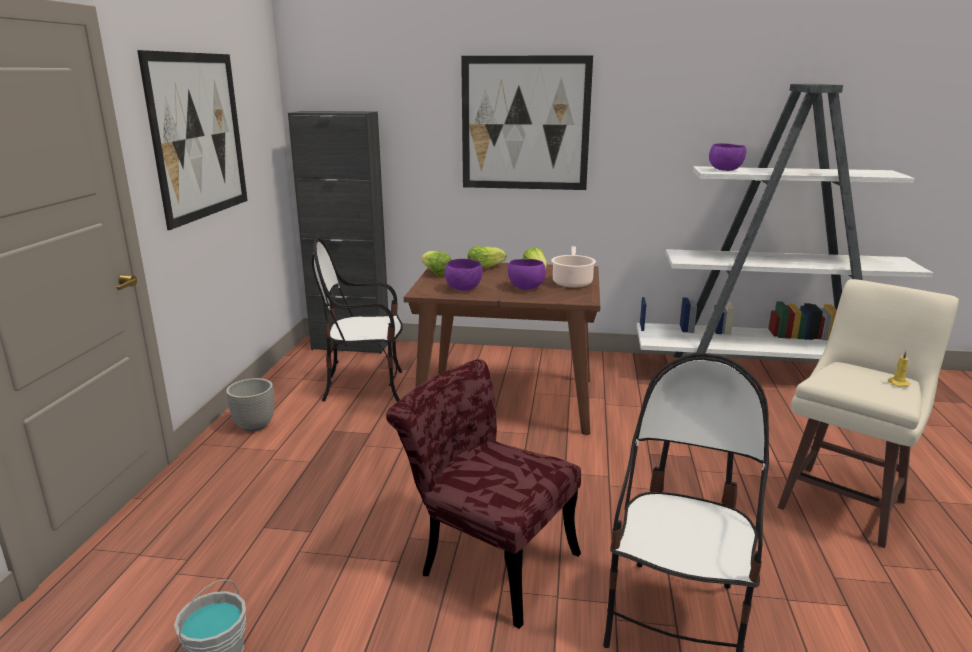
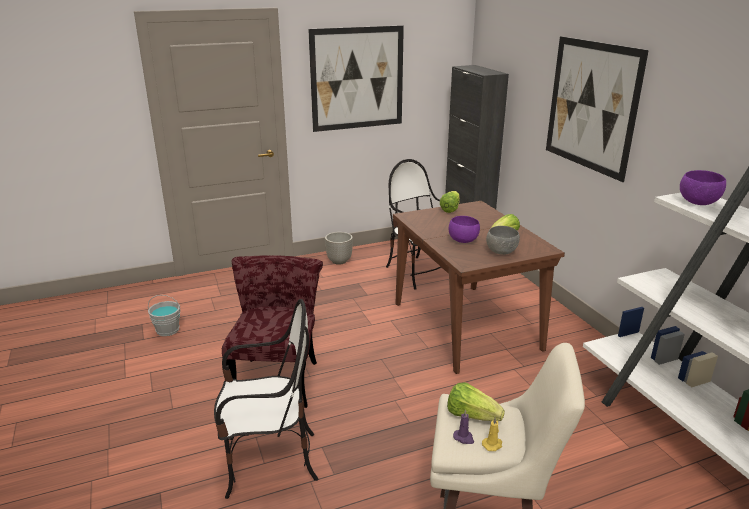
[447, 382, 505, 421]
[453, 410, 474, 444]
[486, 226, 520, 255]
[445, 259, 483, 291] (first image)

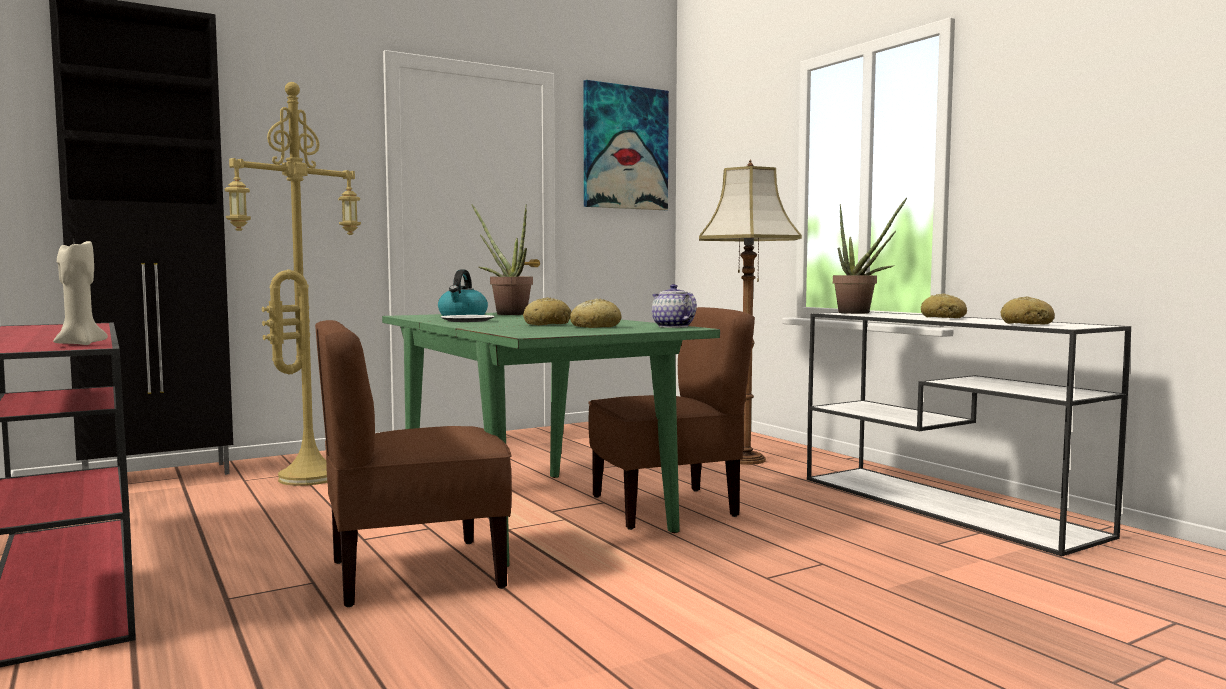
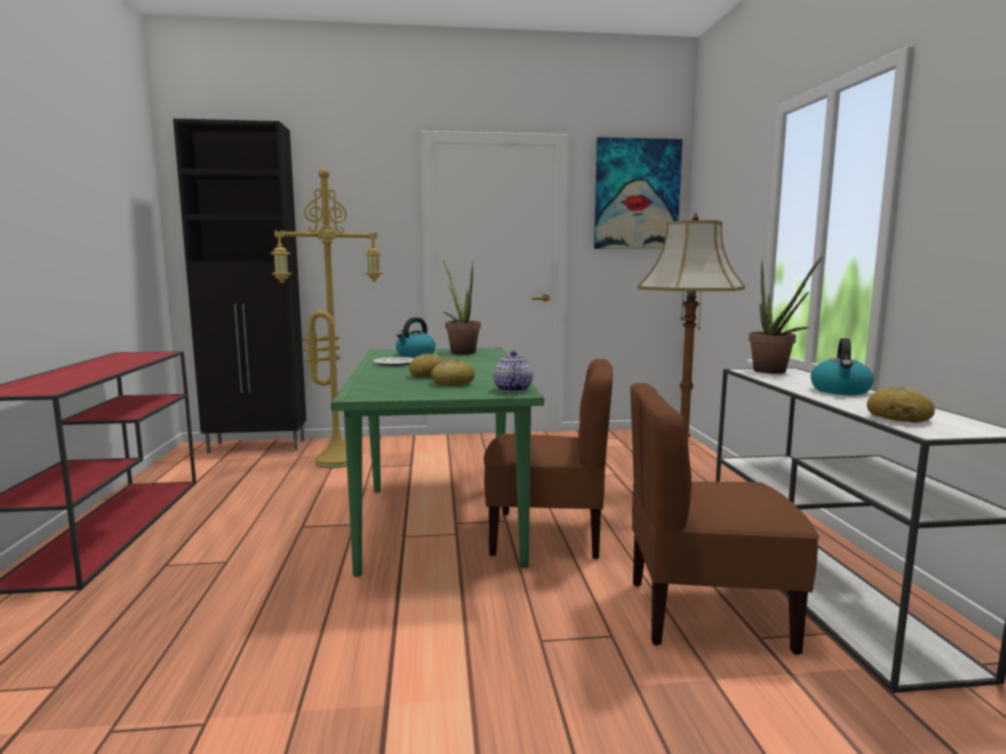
[630, 383, 819, 655]
[811, 338, 874, 395]
[53, 241, 108, 345] (first image)

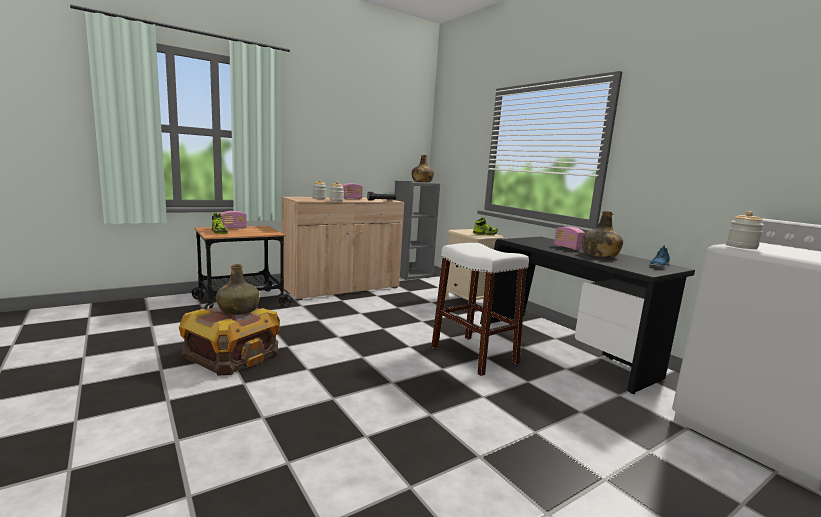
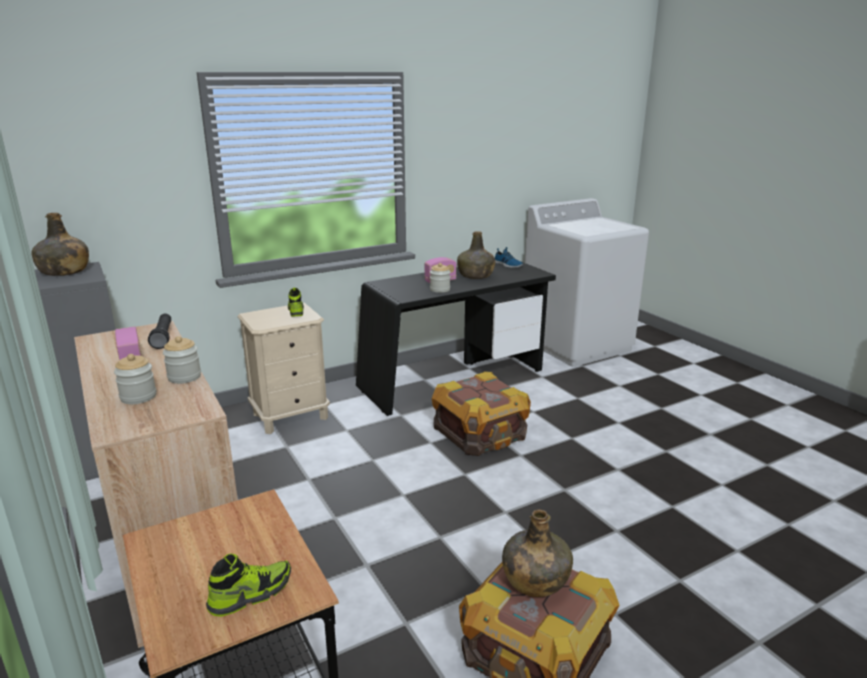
[430, 263, 450, 293]
[432, 371, 531, 456]
[220, 211, 247, 229] (first image)

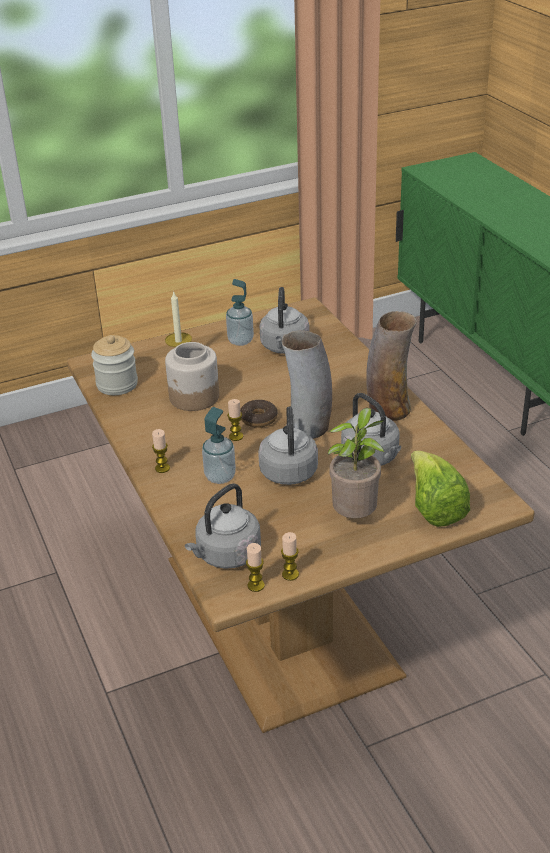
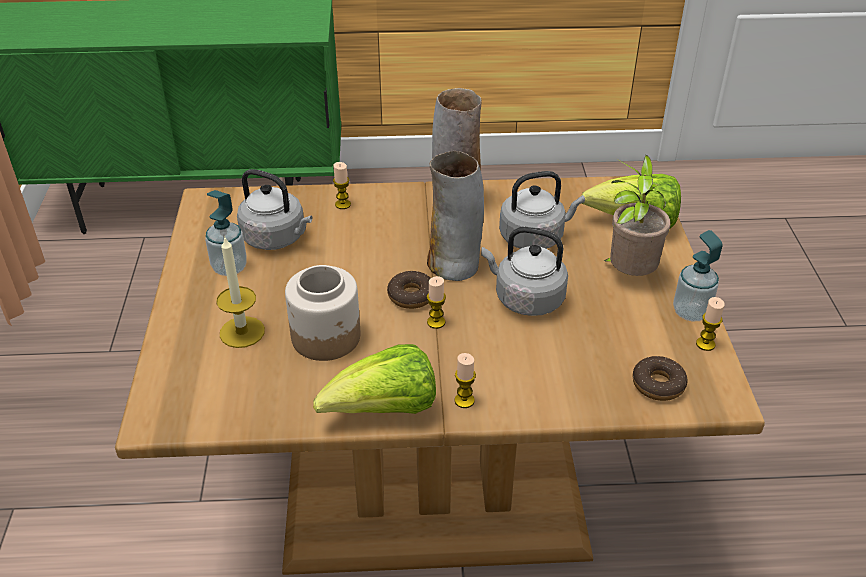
[313, 344, 436, 414]
[333, 162, 351, 209]
[632, 356, 687, 401]
[673, 230, 723, 321]
[91, 335, 138, 395] (first image)

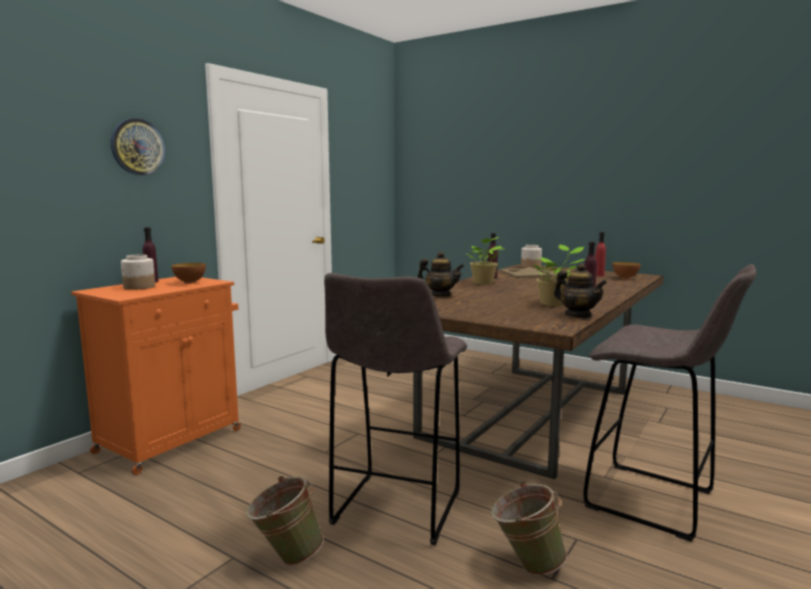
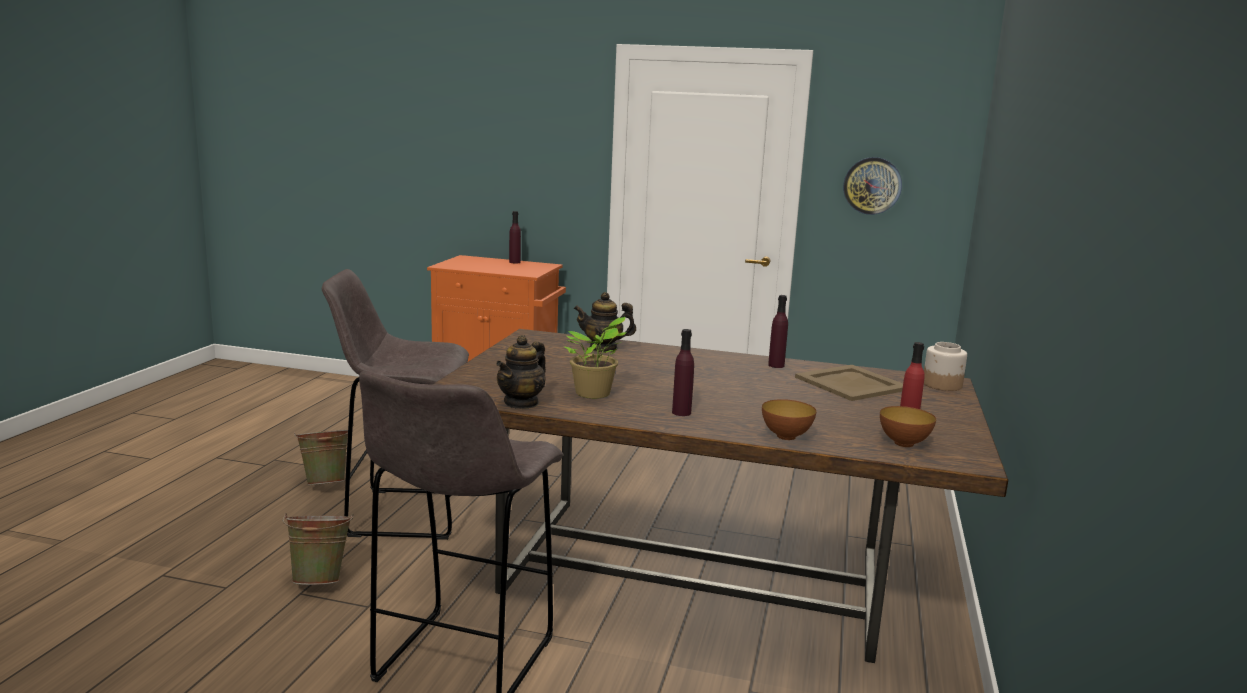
[574, 292, 636, 352]
[762, 399, 816, 440]
[843, 157, 902, 215]
[121, 254, 155, 290] (first image)
[467, 237, 505, 284] (first image)

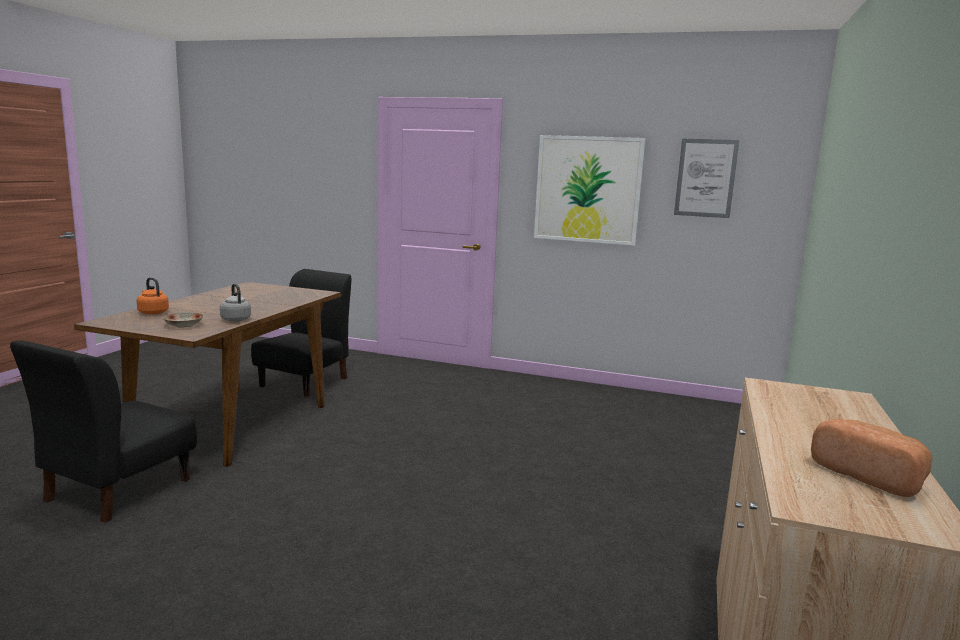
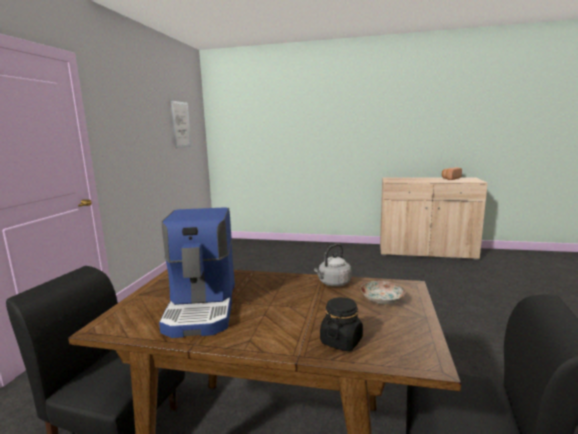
[159, 207, 235, 338]
[320, 297, 363, 351]
[534, 135, 646, 246] (first image)

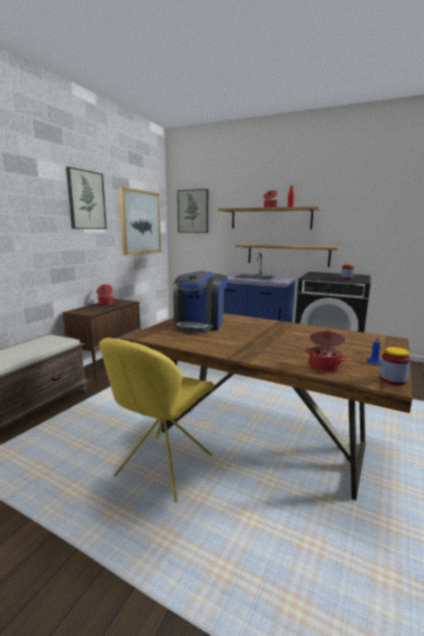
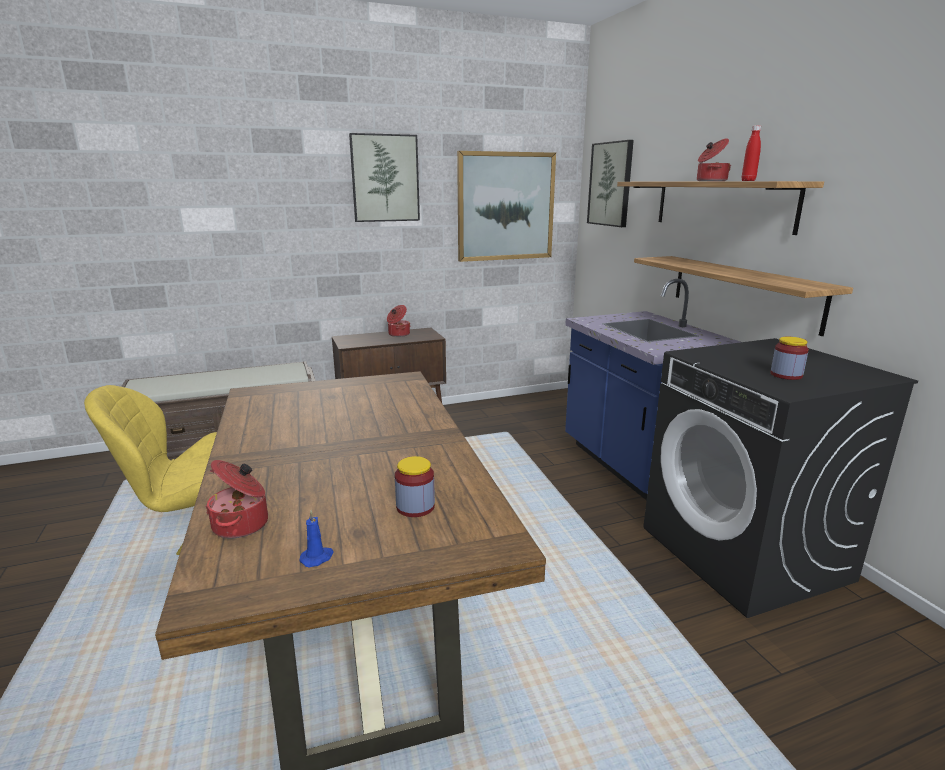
[395, 456, 435, 517]
[173, 271, 227, 333] (first image)

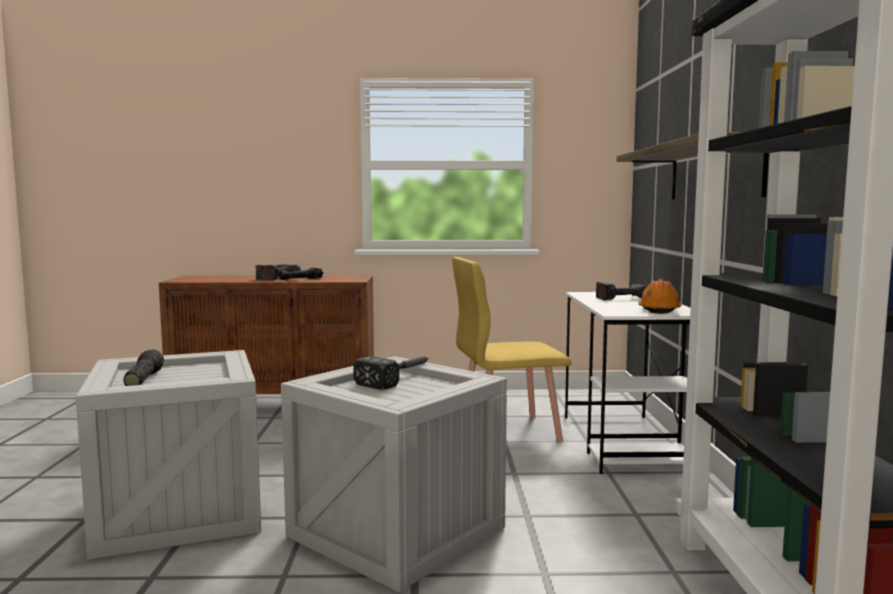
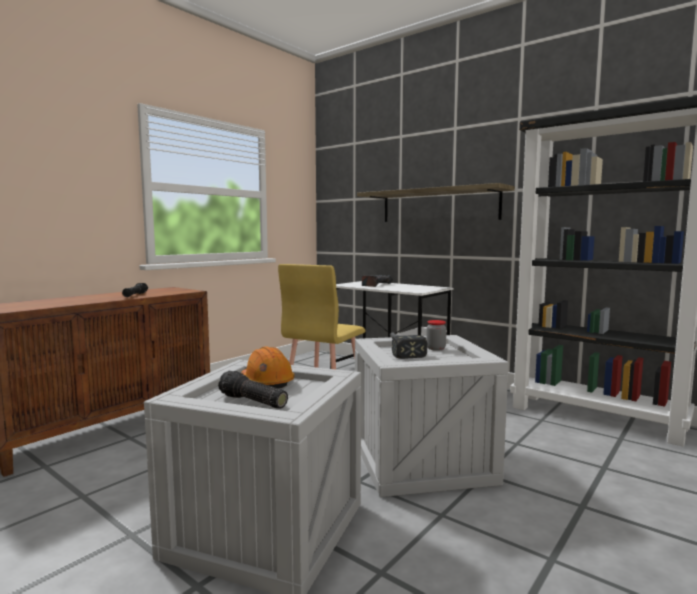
[241, 346, 295, 388]
[426, 320, 446, 351]
[256, 264, 301, 280] (first image)

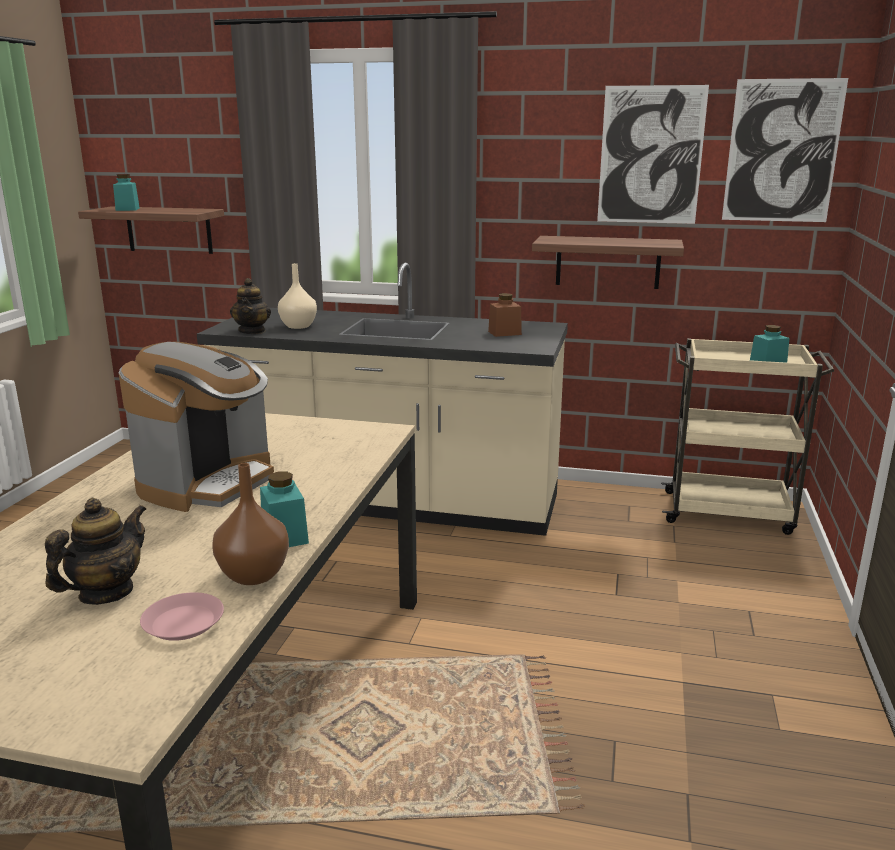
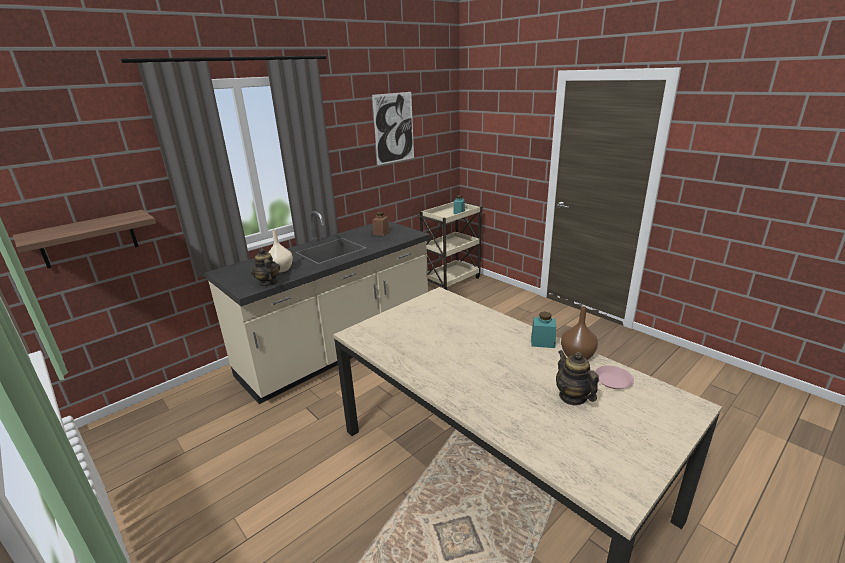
[251, 248, 280, 287]
[113, 174, 140, 211] (first image)
[119, 342, 274, 512] (first image)
[532, 236, 684, 289] (first image)
[722, 78, 848, 222] (first image)

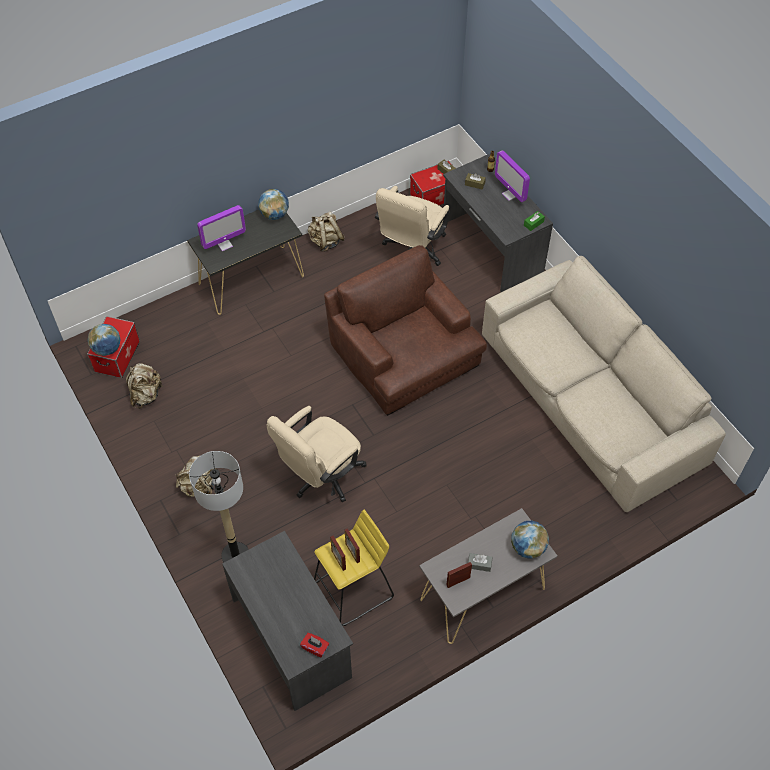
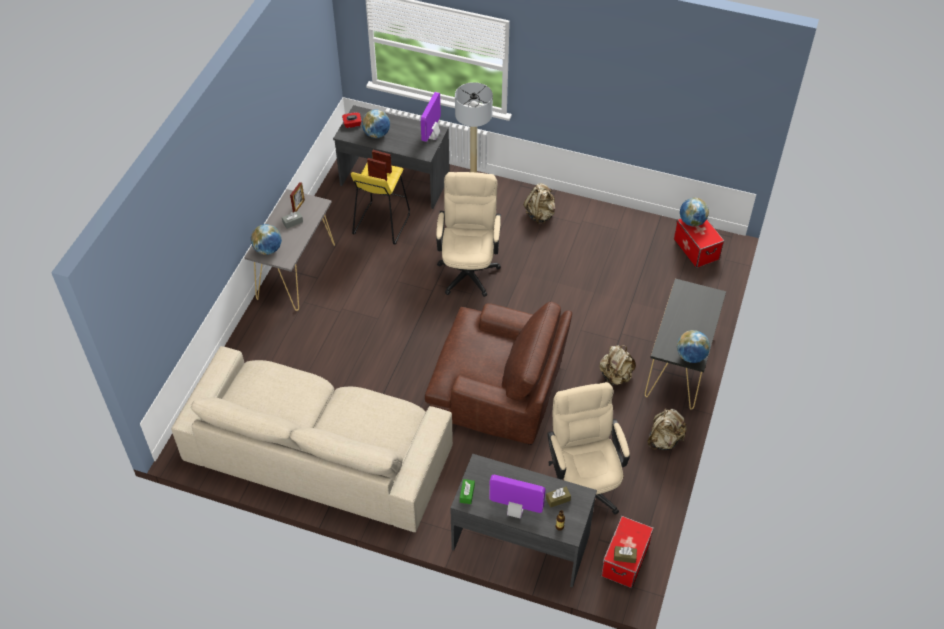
[362, 109, 390, 138]
[421, 92, 441, 142]
[599, 345, 635, 386]

